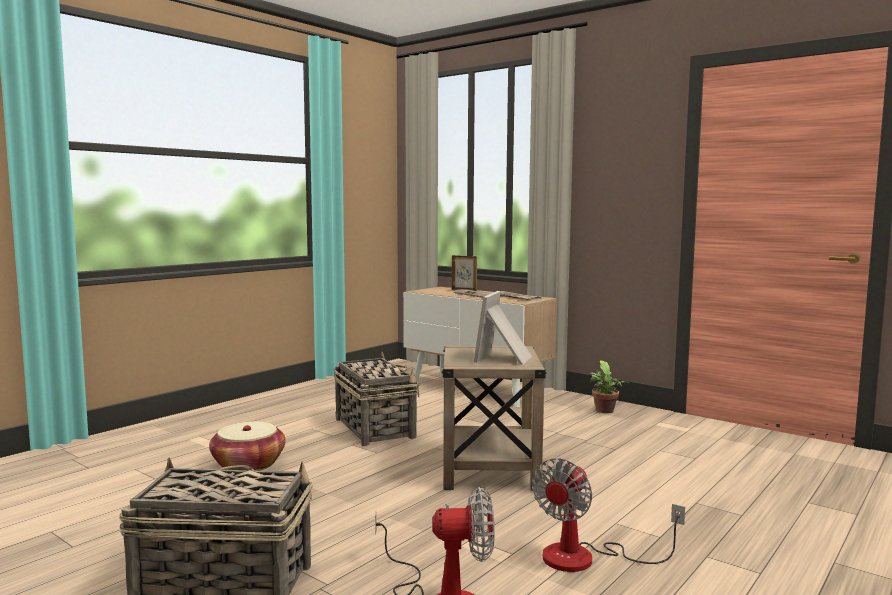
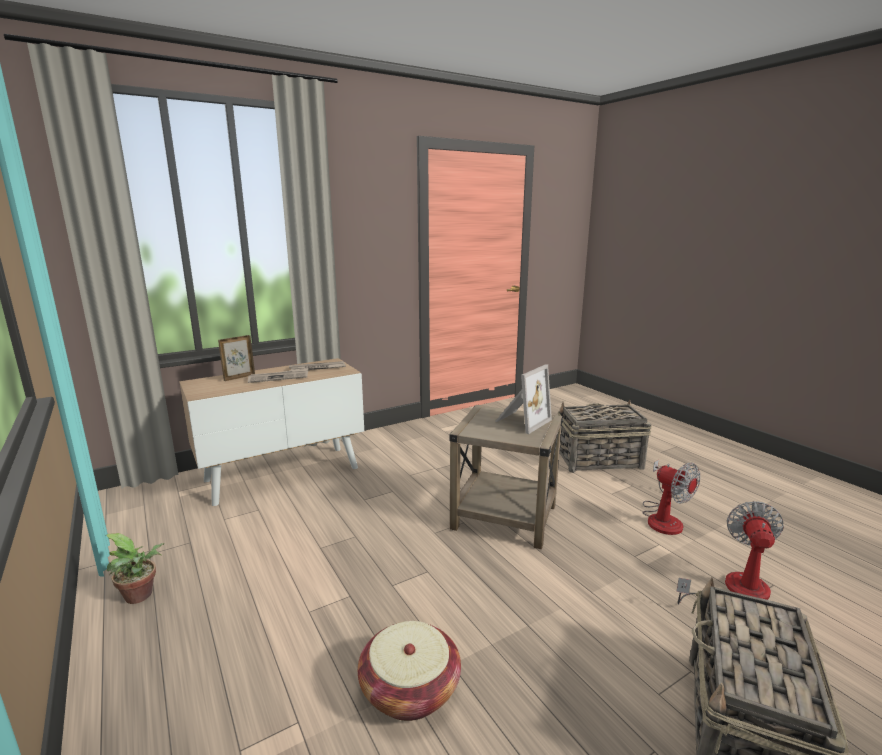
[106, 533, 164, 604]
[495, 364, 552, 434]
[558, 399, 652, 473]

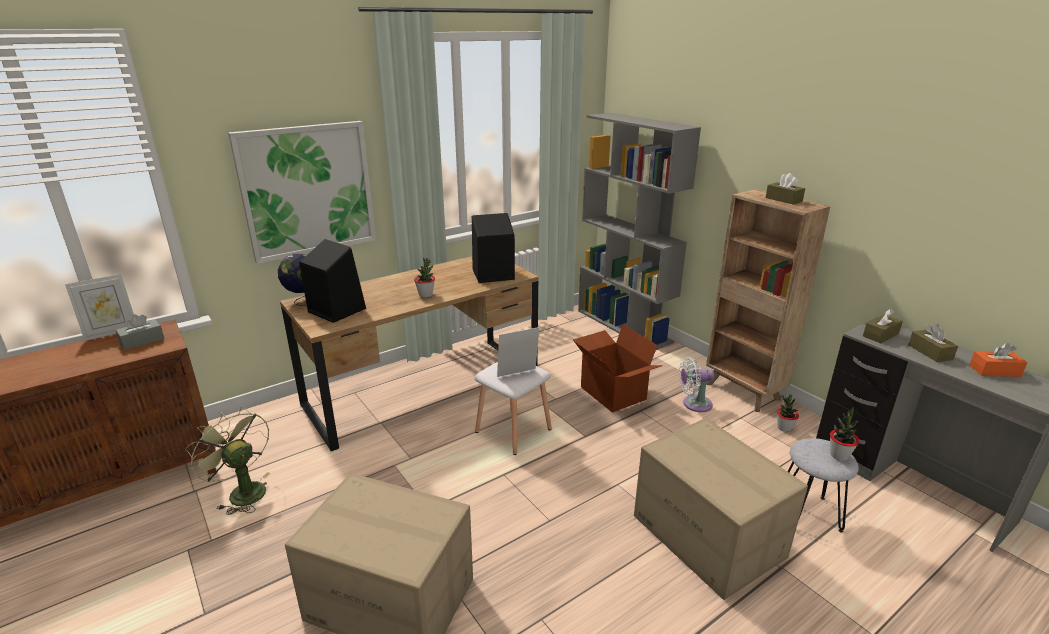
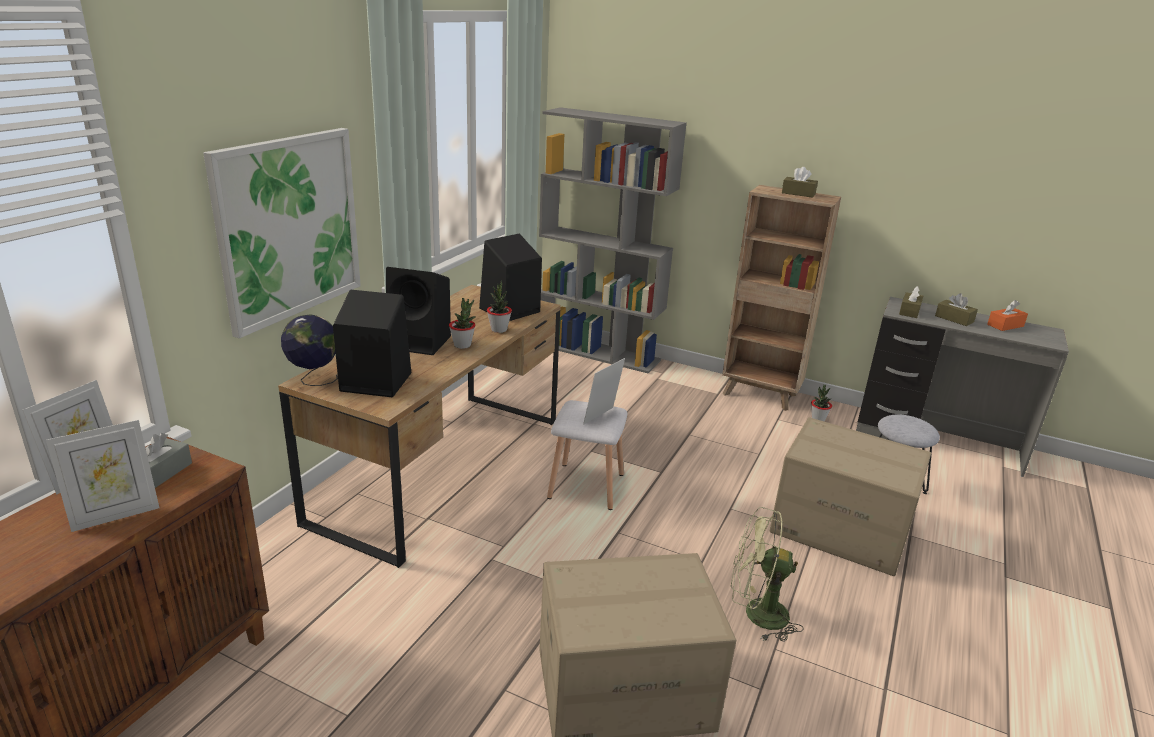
[46, 420, 160, 532]
[386, 267, 451, 355]
[487, 281, 512, 333]
[731, 507, 804, 642]
[573, 324, 663, 412] (first image)
[679, 357, 714, 412] (first image)

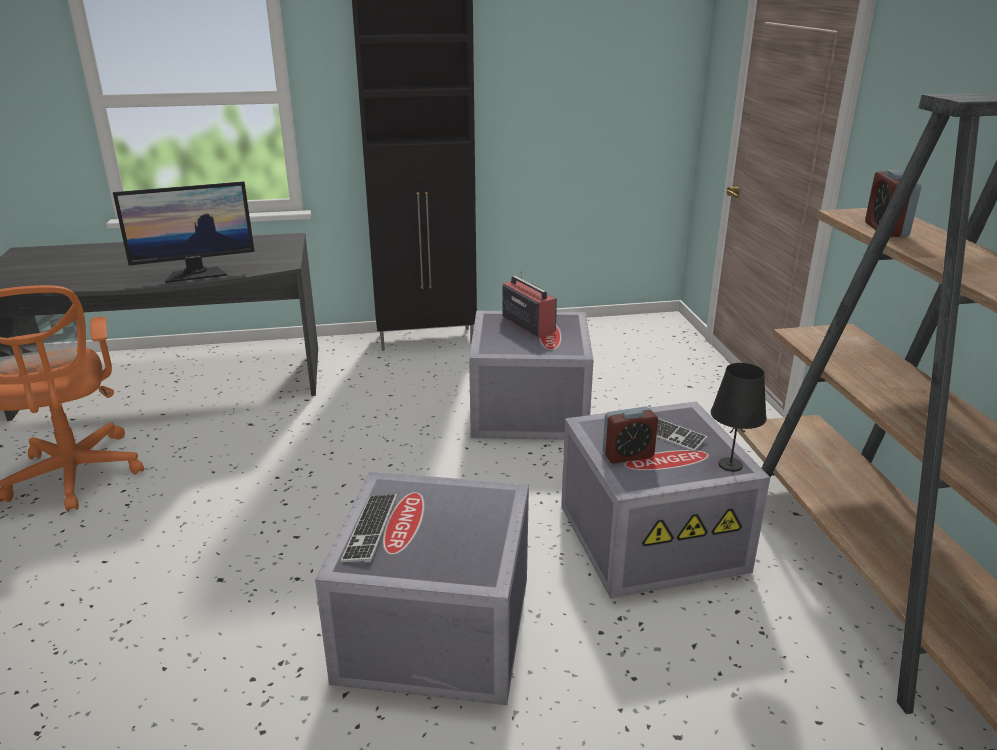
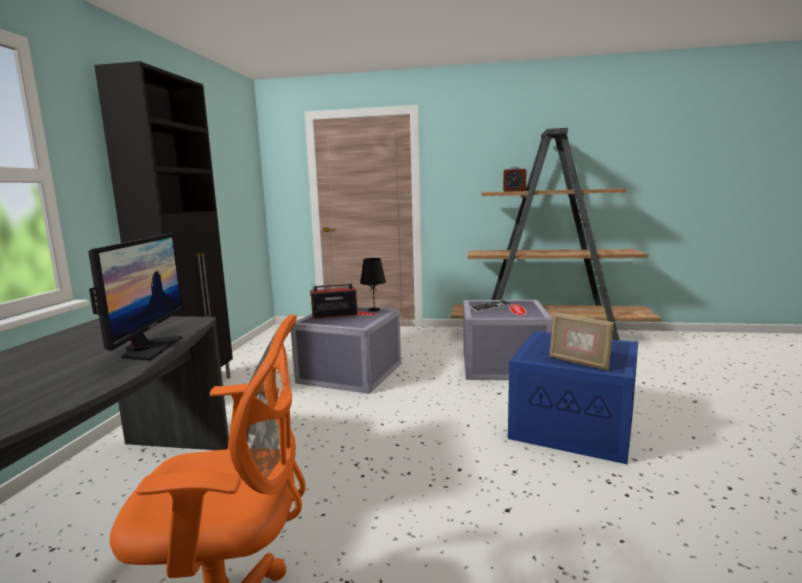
[360, 258, 386, 312]
[508, 331, 638, 464]
[549, 312, 614, 371]
[603, 406, 658, 464] (first image)

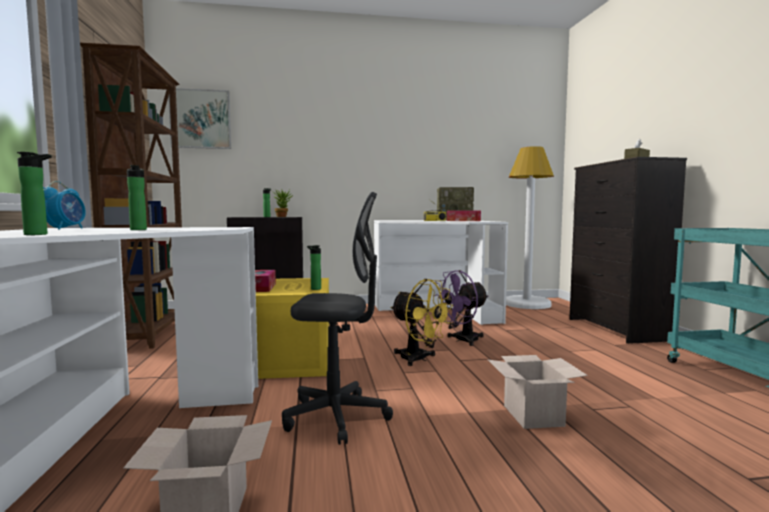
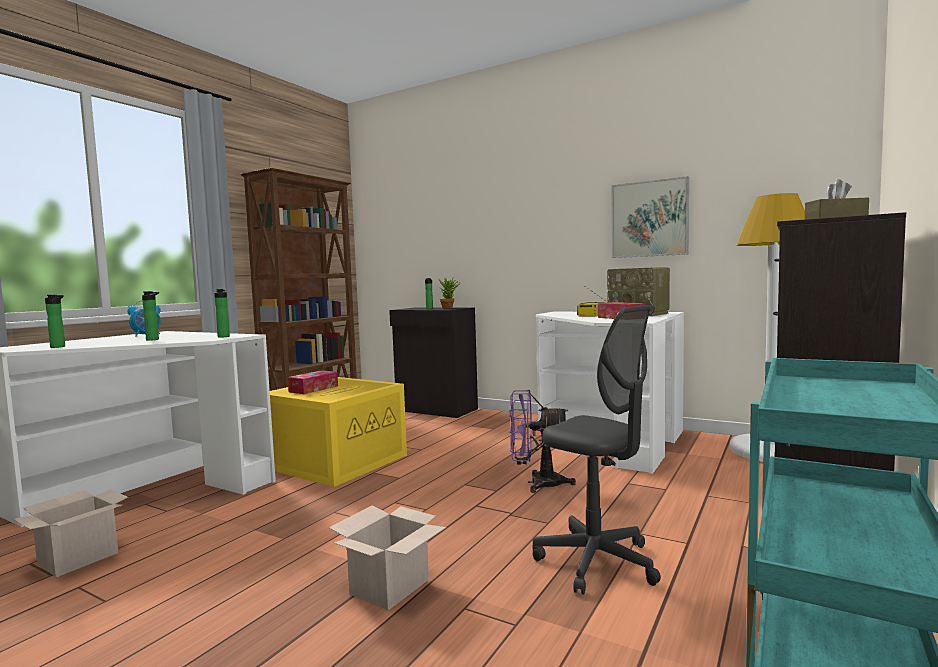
[214, 289, 230, 338]
[533, 305, 661, 595]
[611, 176, 689, 258]
[390, 279, 453, 366] (first image)

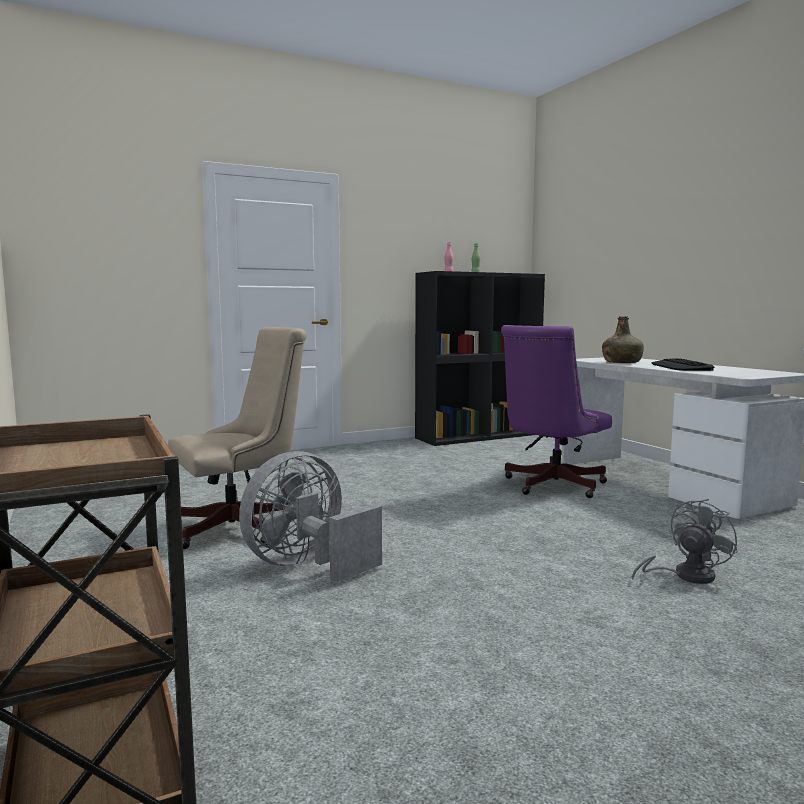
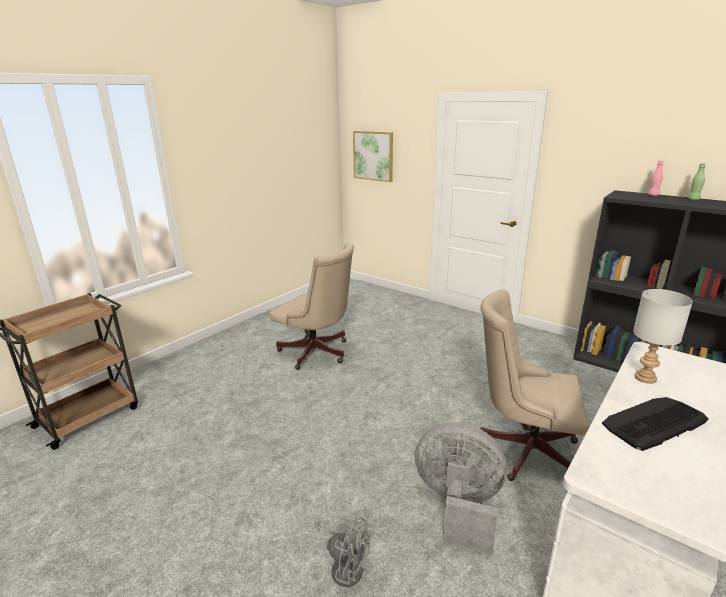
[353, 131, 393, 182]
[415, 422, 507, 555]
[480, 289, 589, 481]
[633, 289, 693, 384]

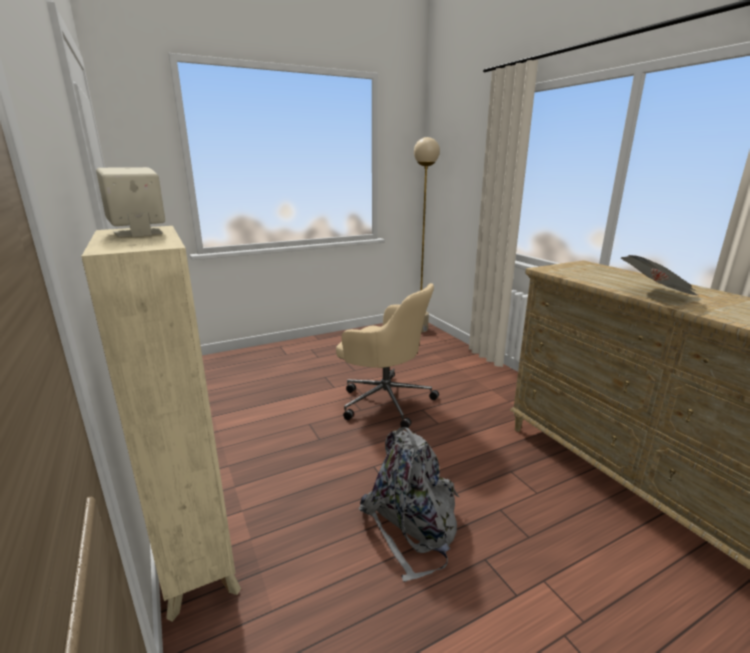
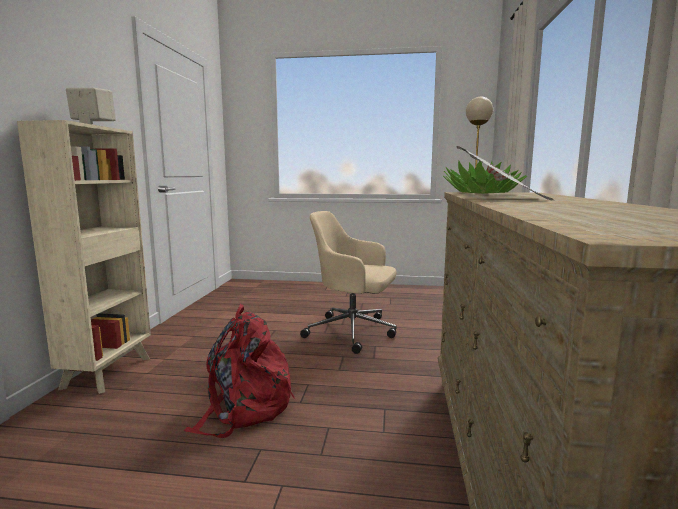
[184, 304, 294, 438]
[300, 211, 397, 354]
[443, 161, 527, 194]

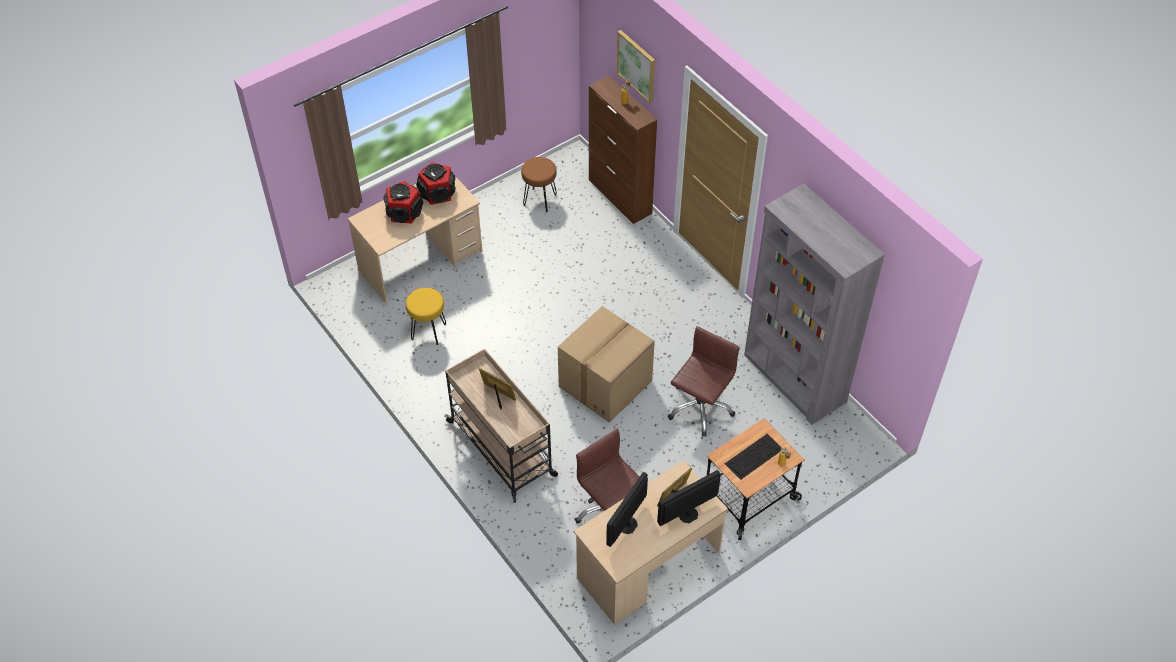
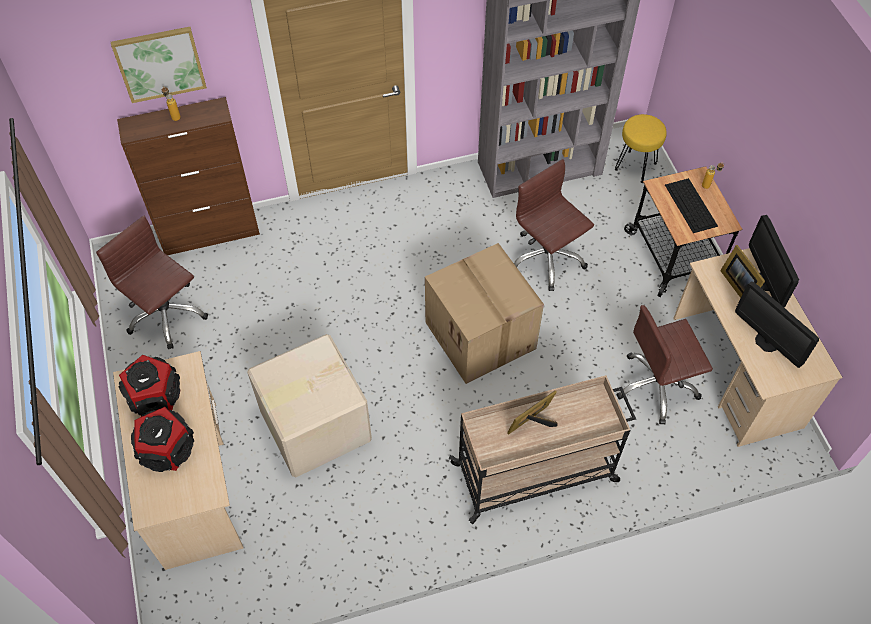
[96, 216, 208, 349]
[247, 334, 372, 477]
[615, 114, 667, 183]

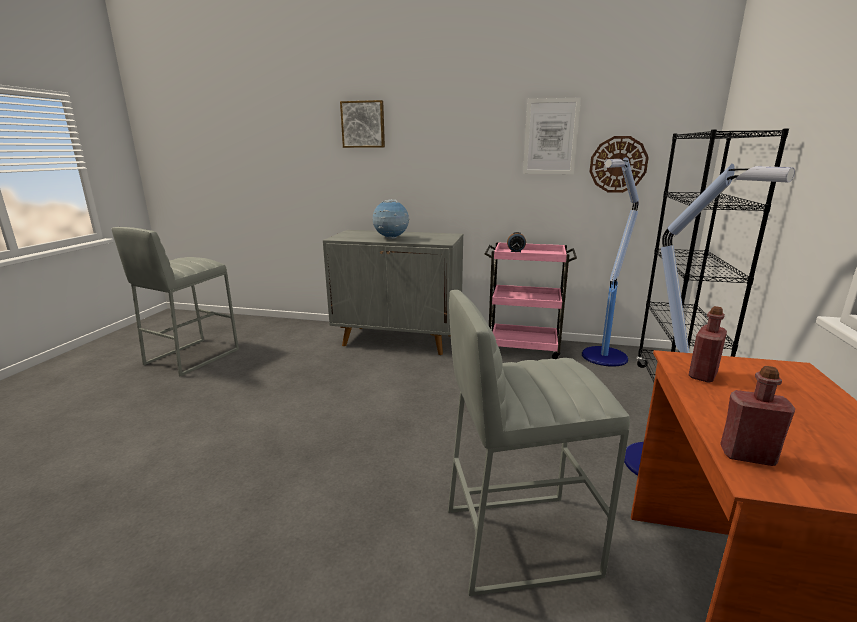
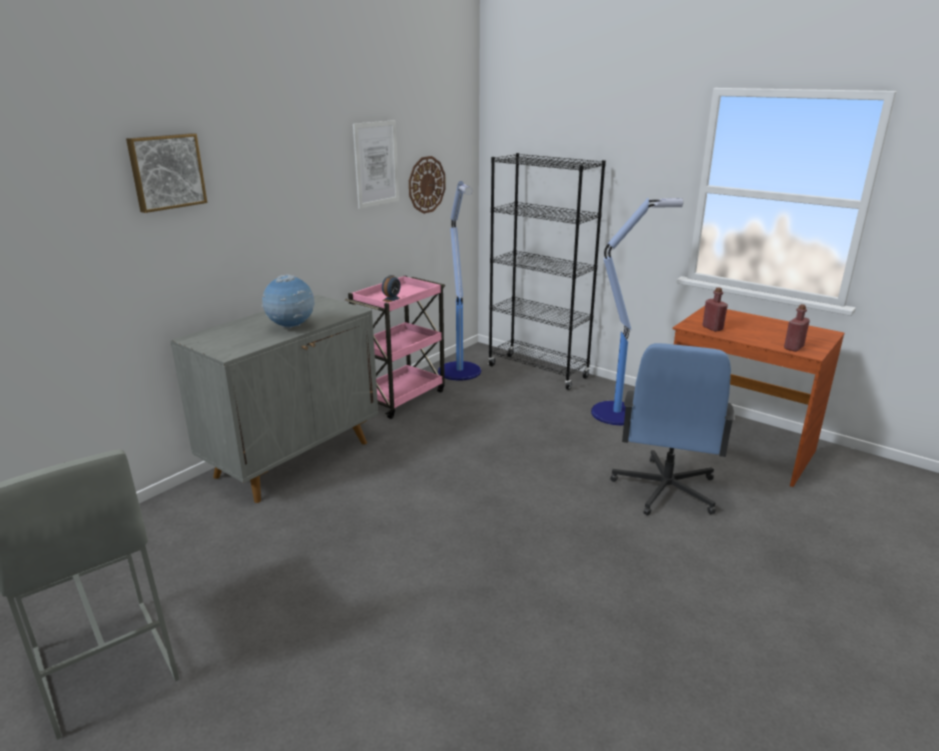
[610, 343, 735, 516]

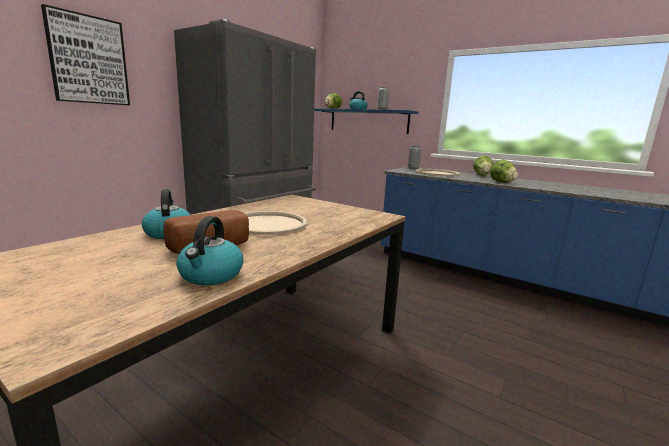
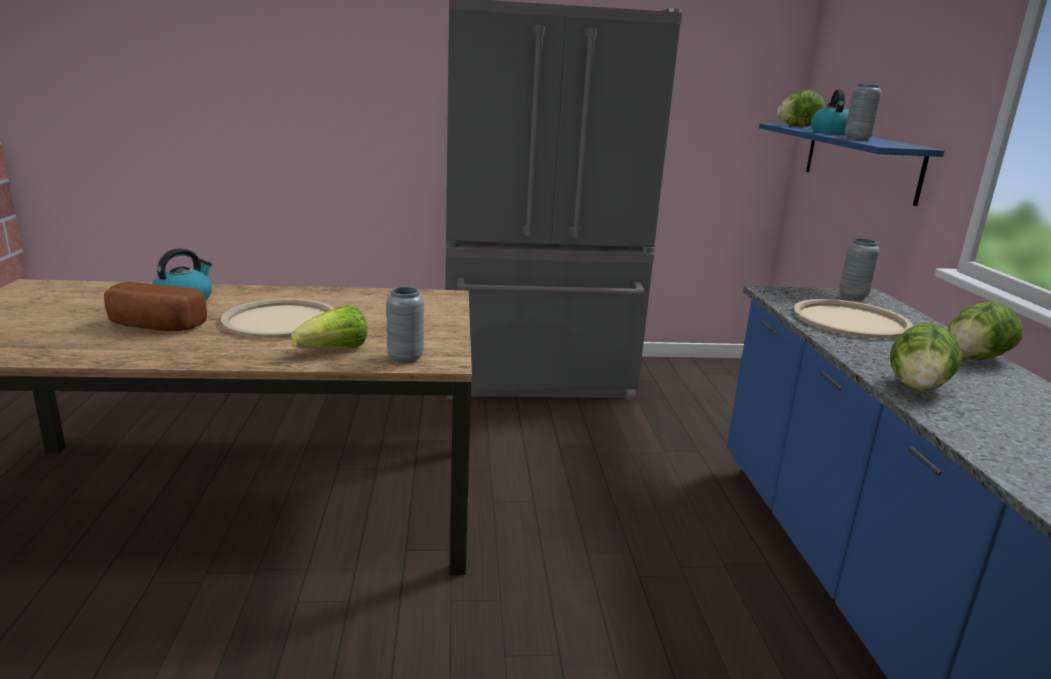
[291, 305, 368, 348]
[386, 287, 424, 364]
[41, 4, 130, 105] (first image)
[176, 216, 244, 285] (first image)

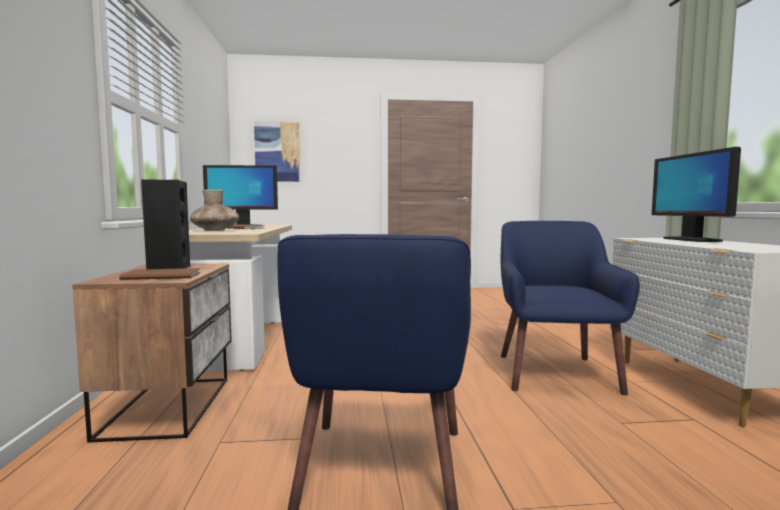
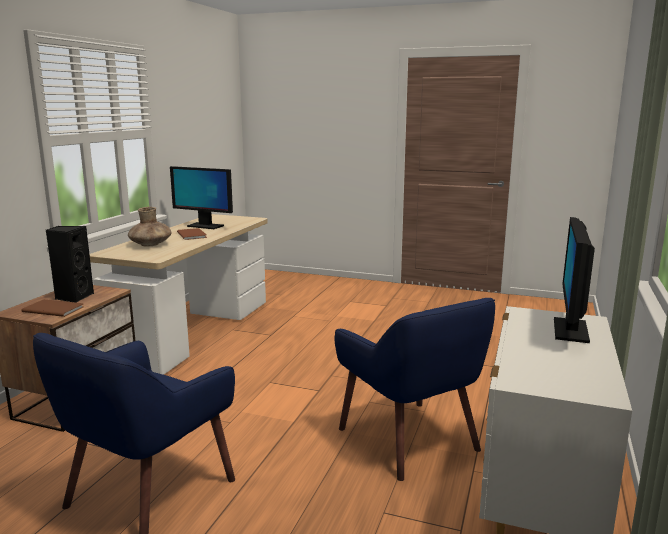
[335, 298, 495, 481]
[254, 121, 300, 182] (first image)

